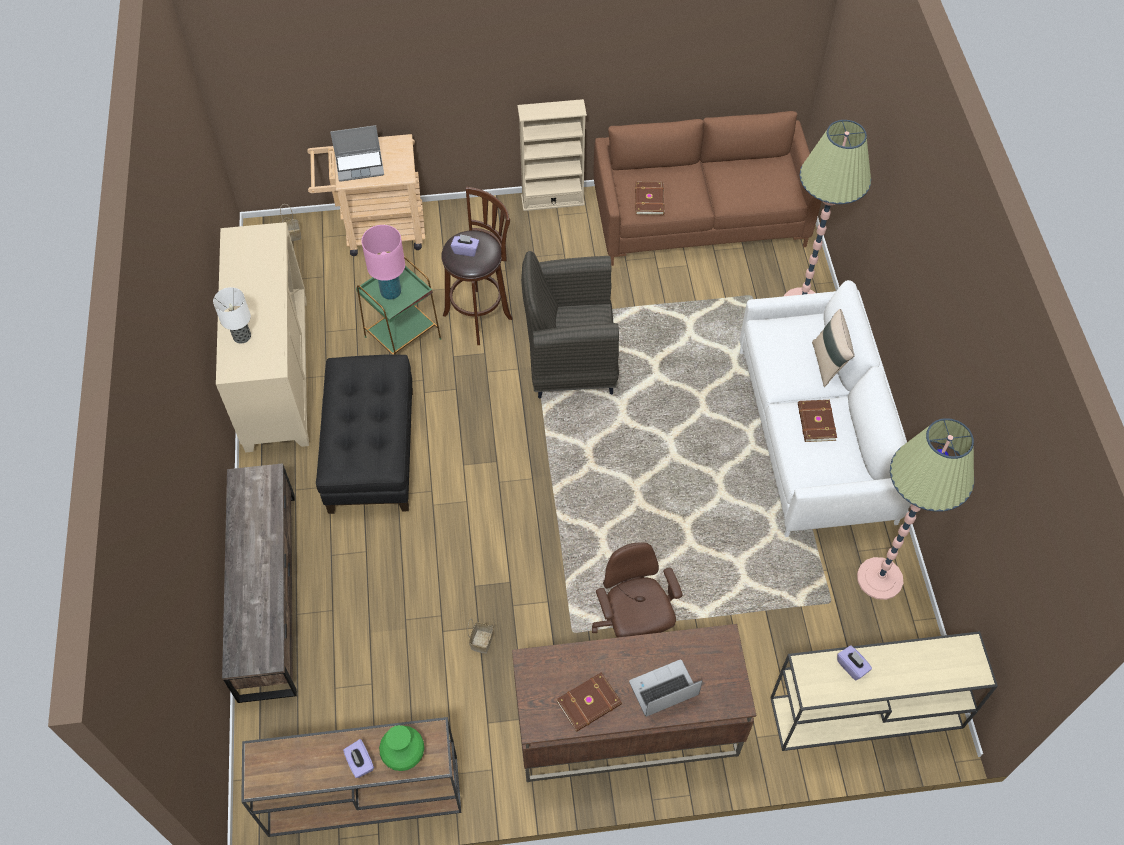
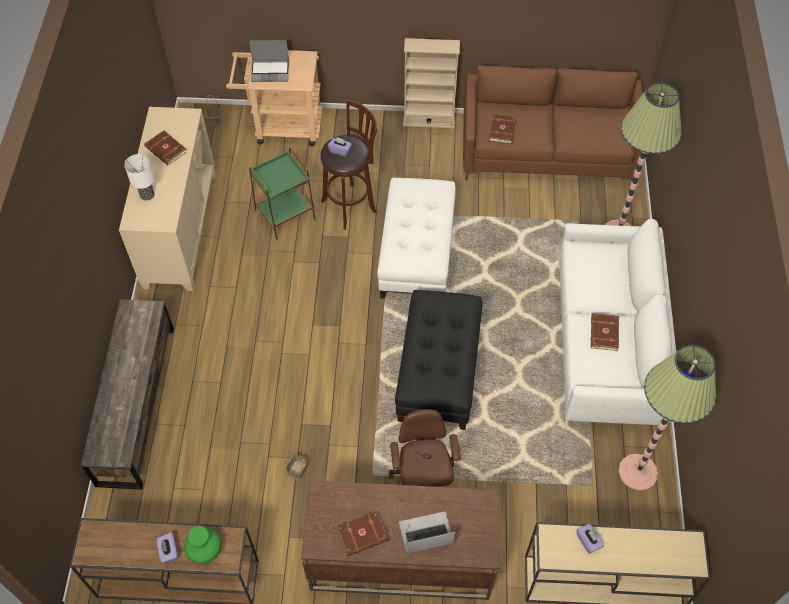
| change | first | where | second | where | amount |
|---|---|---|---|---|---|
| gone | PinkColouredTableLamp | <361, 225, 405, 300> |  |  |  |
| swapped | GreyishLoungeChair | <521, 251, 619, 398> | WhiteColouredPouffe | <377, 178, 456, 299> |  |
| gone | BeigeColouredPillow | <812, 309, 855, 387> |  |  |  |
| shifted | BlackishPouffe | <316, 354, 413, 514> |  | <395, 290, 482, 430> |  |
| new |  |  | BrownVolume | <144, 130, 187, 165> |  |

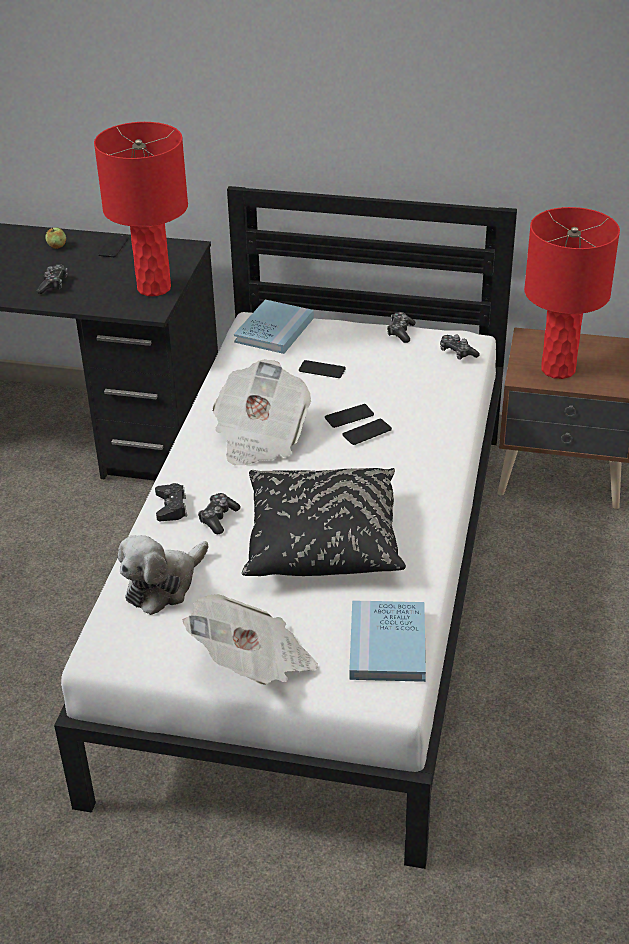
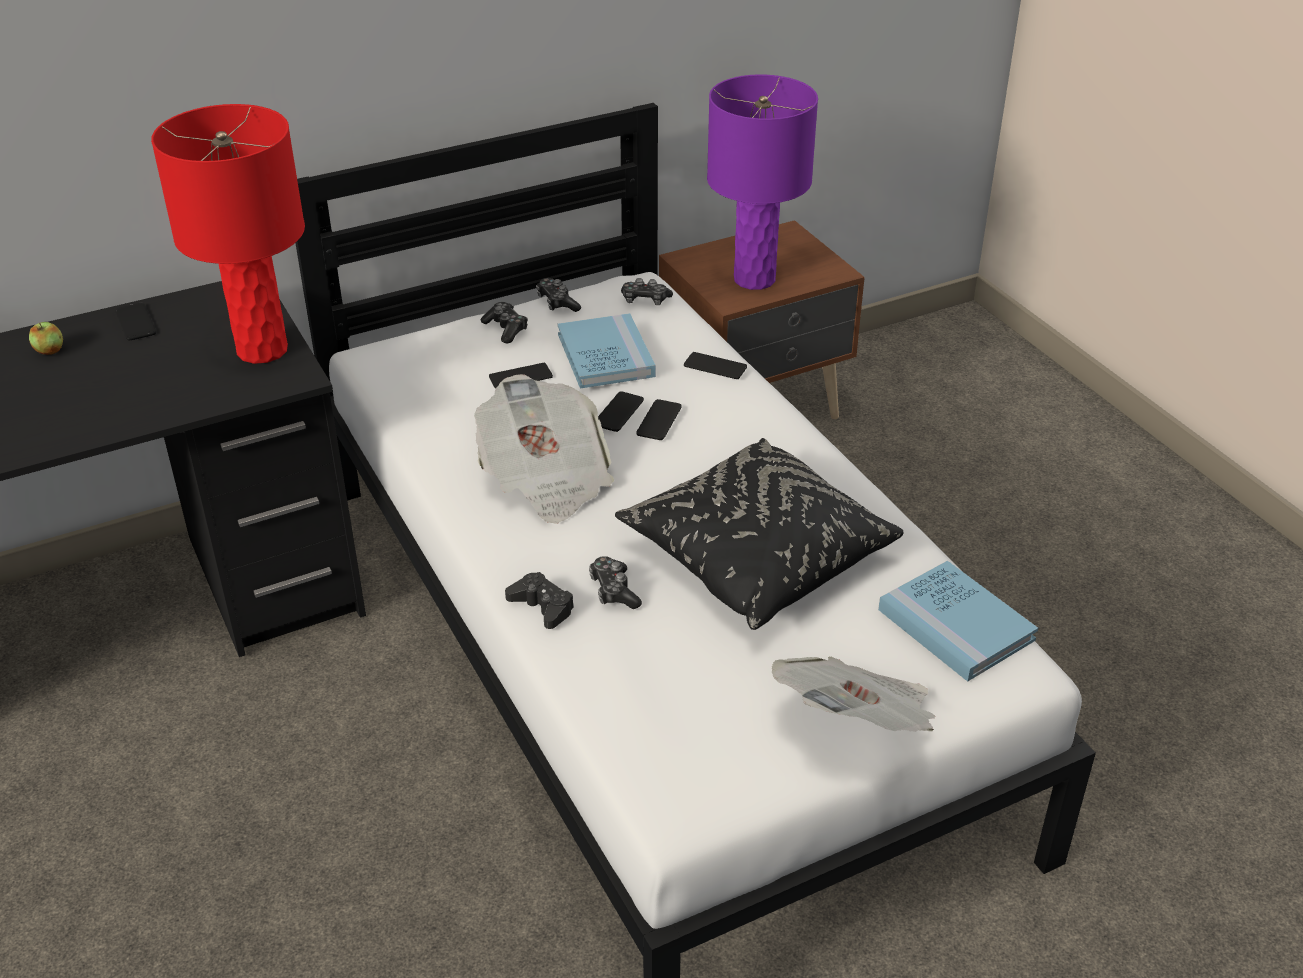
| change | first | where | second | where | amount |
|---|---|---|---|---|---|
| repainted | RedTableLamp | <524, 207, 620, 379> | PurpleColouredTableLamp | <707, 74, 818, 290> |  |
| shifted | GameController | <37, 264, 67, 294> |  | <480, 302, 528, 344> |  |
| shifted | BlueColouredVolume | <234, 300, 314, 354> |  | <558, 313, 656, 389> |  |
| gone | PlushToy | <118, 535, 209, 615> |  |  |  |
| new |  |  | Handset | <684, 352, 747, 379> |  |

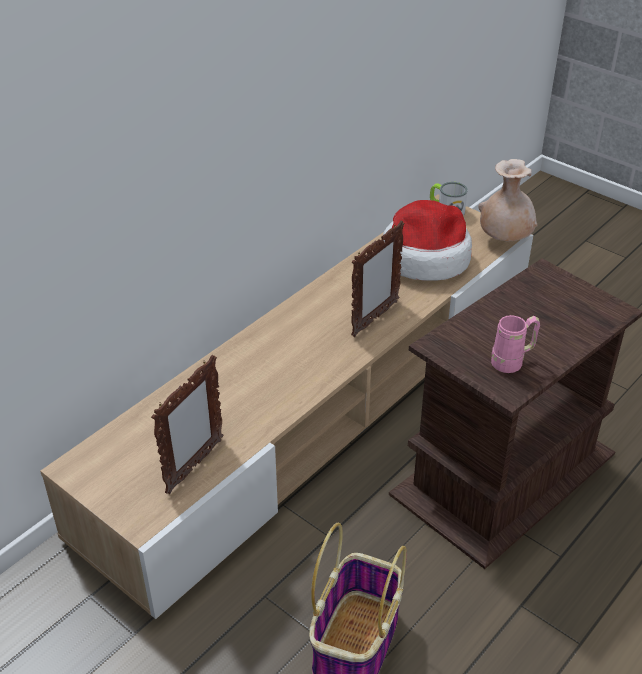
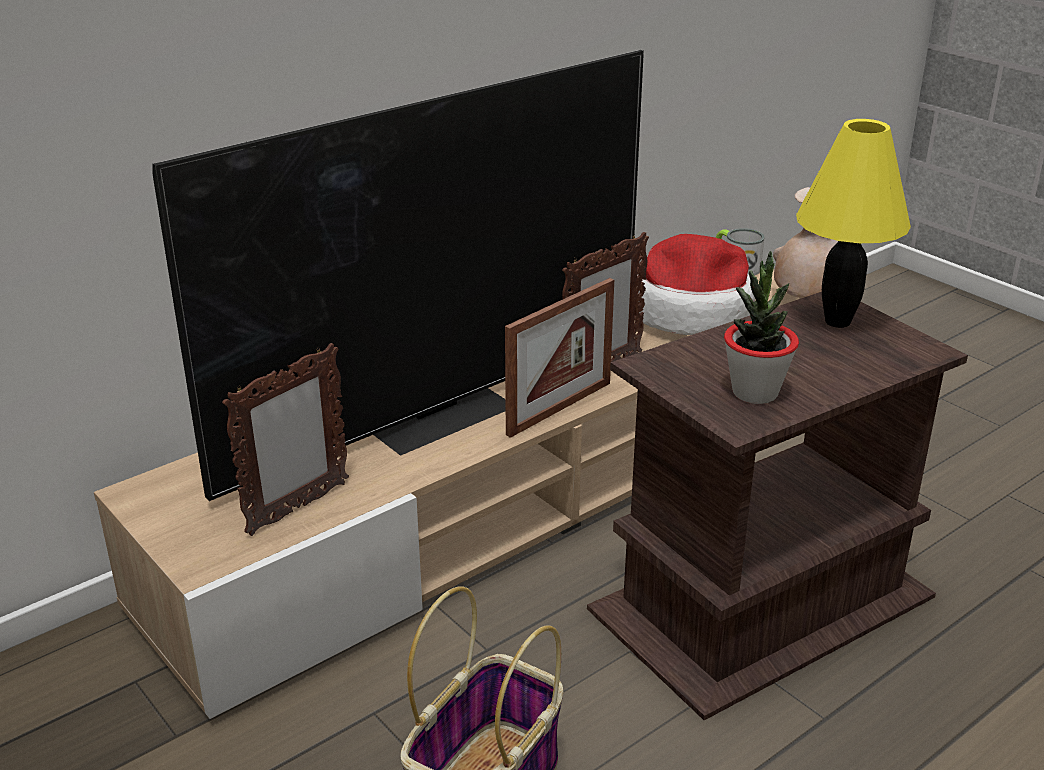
| change | first | where | second | where | amount |
|---|---|---|---|---|---|
| swapped | PinkColouredMug | <491, 315, 540, 373> | PlantInAPot | <724, 251, 799, 404> |  |
| new |  |  | Tv | <152, 50, 644, 501> |  |
| new |  |  | YellowishTableLamp | <796, 119, 911, 328> |  |
| new |  |  | PhotoFrame | <505, 278, 614, 438> |  |

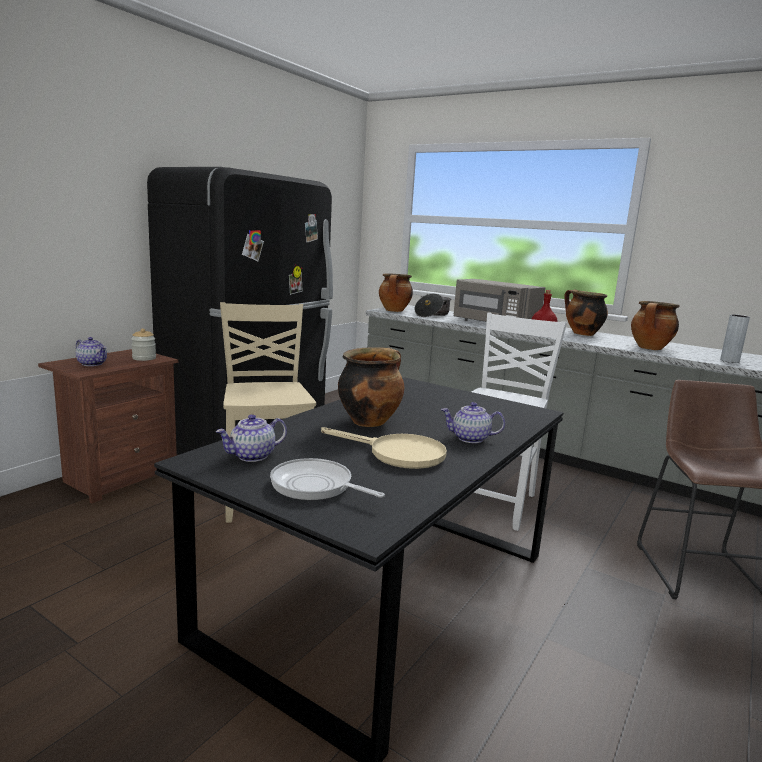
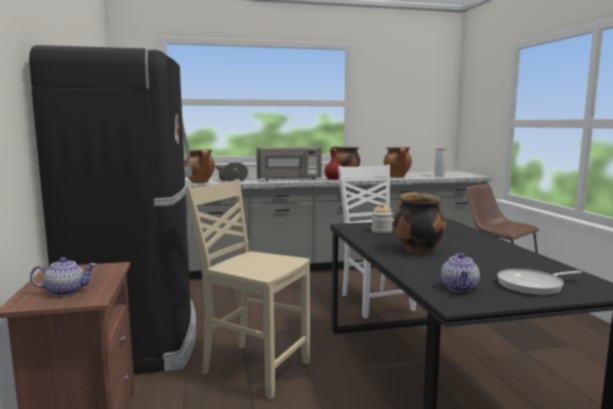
| change | first | where | second | where | amount |
|---|---|---|---|---|---|
| shifted | PreserveJar | <131, 328, 156, 361> |  | <372, 204, 393, 233> |  |
| gone | Teapot | <441, 402, 505, 443> |  |  |  |
| gone | BeigeColouredFryingPan | <321, 427, 447, 469> |  |  |  |

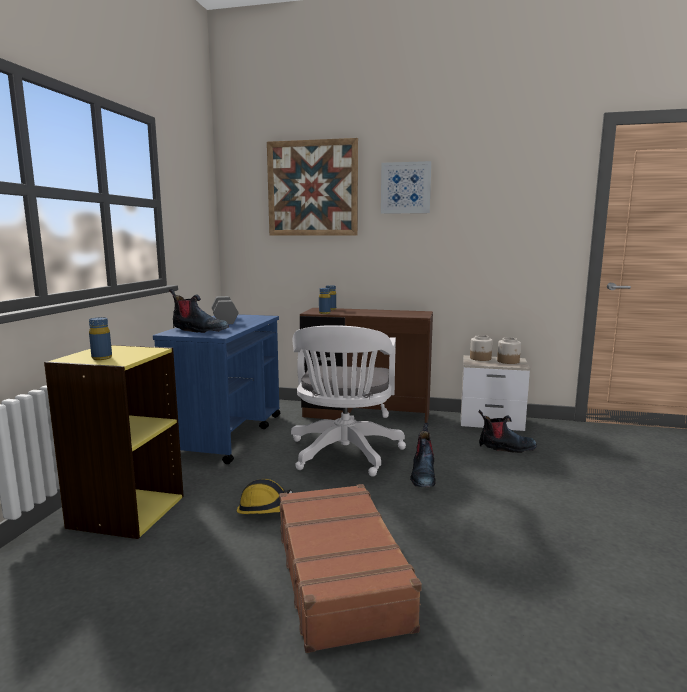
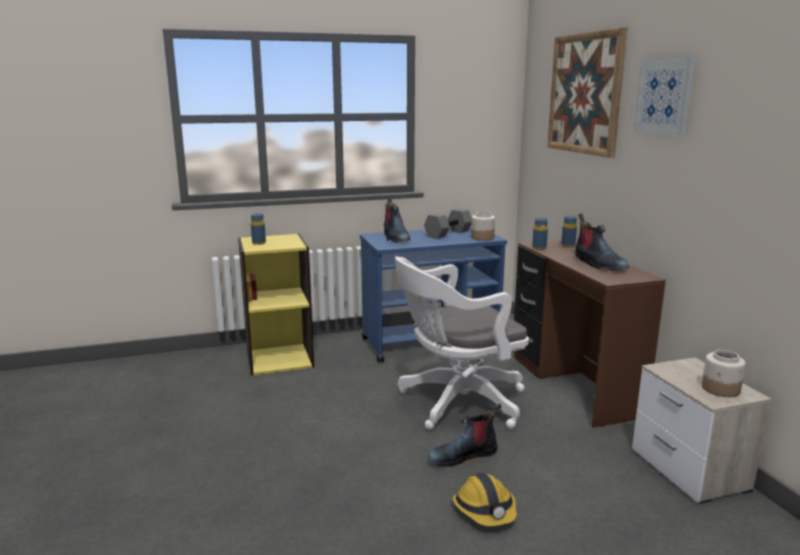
| change | first | where | second | where | amount |
|---|---|---|---|---|---|
| shifted | PreserveJar | <470, 335, 493, 361> |  | <471, 212, 495, 241> |  |
| shifted | HighTopBoot | <479, 410, 537, 453> |  | <575, 214, 629, 271> |  |
| shifted | SafetyHelmet | <237, 479, 293, 514> |  | <453, 473, 517, 526> |  |
| gone | BrownPieceOfLuggage | <279, 484, 422, 653> |  |  |  |

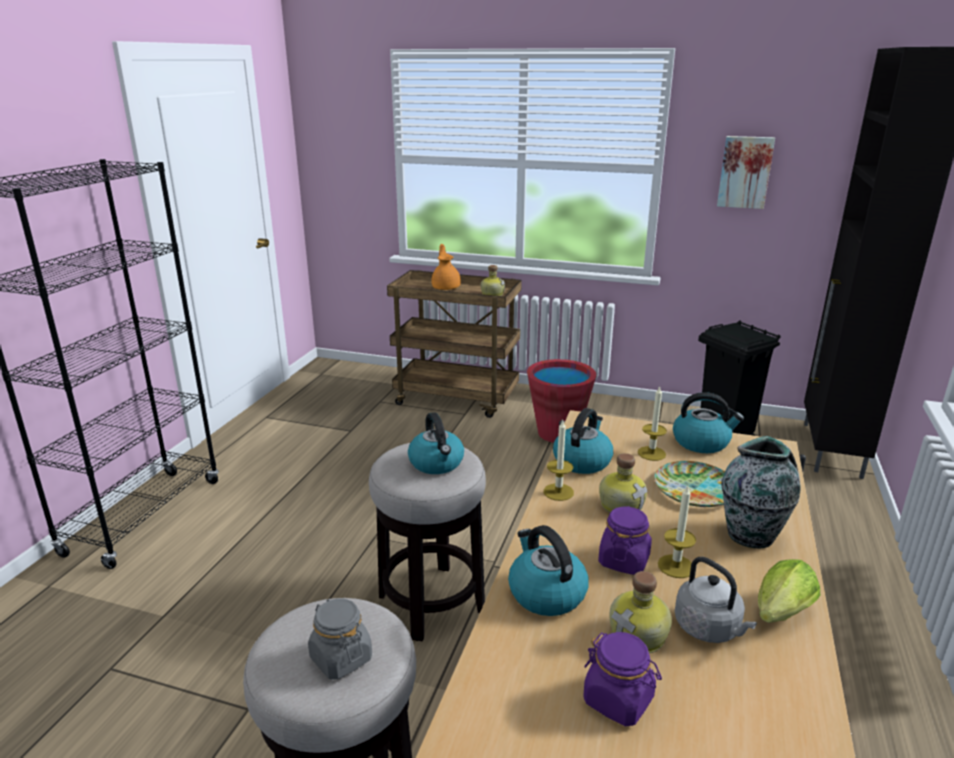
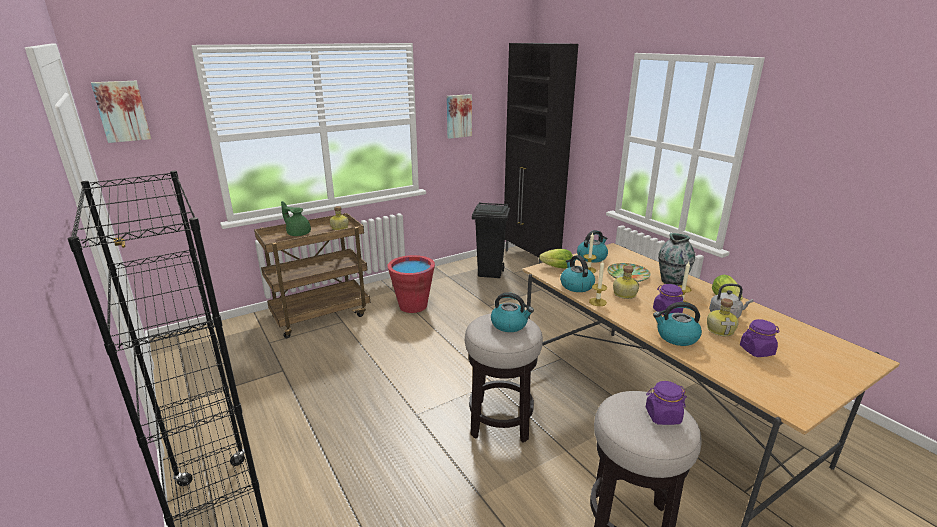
| change | first | where | second | where | amount |
|---|---|---|---|---|---|
| repainted | OrangeTeapot | <431, 244, 461, 290> | GreenTeapot | <281, 201, 311, 236> |  |
| repainted | GreyishPreserveJar | <308, 599, 372, 680> | PurpleColouredPreserveJar | <646, 381, 687, 425> |  |
| new |  |  | WallArt | <91, 81, 151, 143> |  |
| new |  |  | HeadOfLettuce | <539, 249, 573, 269> |  |

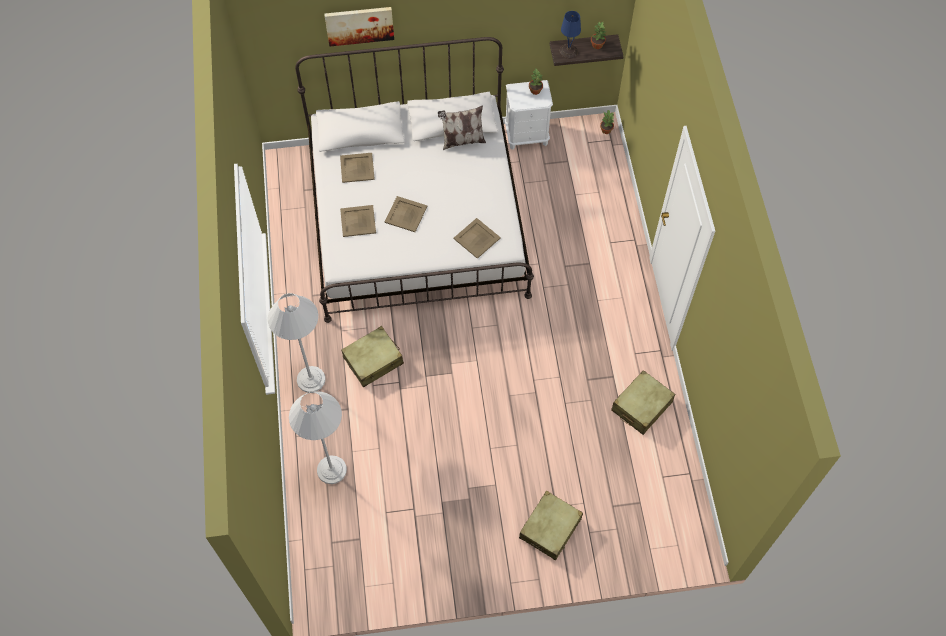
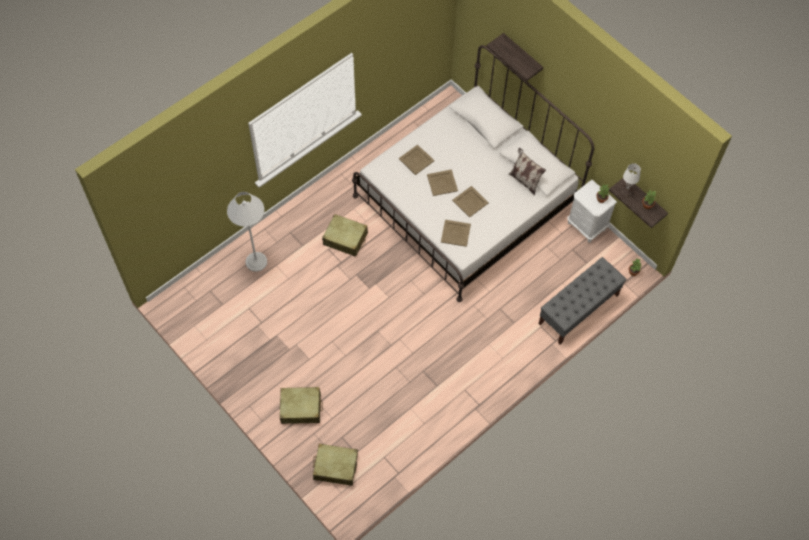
| change | first | where | second | where | amount |
|---|---|---|---|---|---|
| swapped | WallArt | <324, 7, 394, 46> | WallShelf | <487, 33, 543, 81> |  |
| repainted | BlueColouredTableLamp | <559, 11, 581, 59> | WhiteColouredTableLamp | <619, 163, 641, 198> |  |
| shifted | BeigeColouredServingTray | <340, 153, 375, 183> |  | <452, 186, 489, 218> |  |
| gone | WhiteColouredStandingLamp | <268, 293, 326, 393> |  |  |  |
| shifted | BeigeColouredPieceOfLuggage | <611, 370, 675, 435> |  | <313, 444, 358, 486> |  |
| new |  |  | GreyishLongSeat | <539, 257, 626, 345> |  |

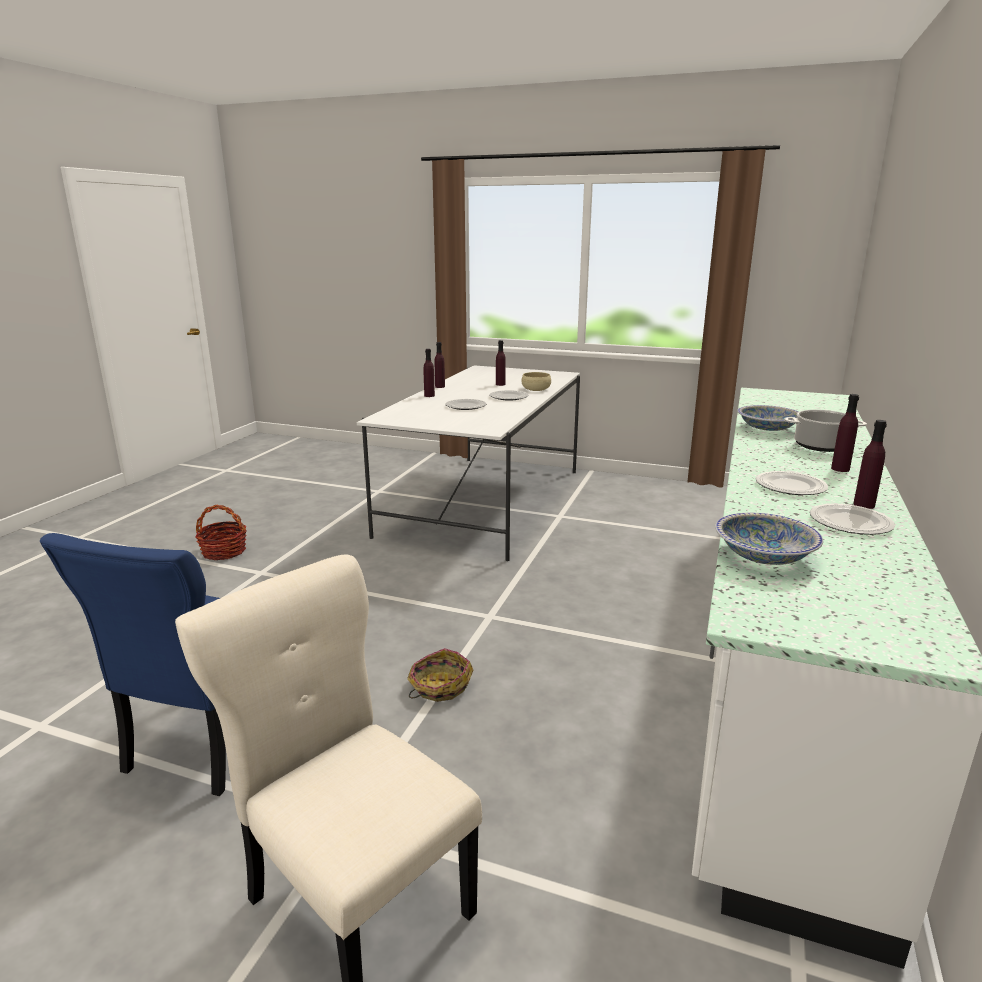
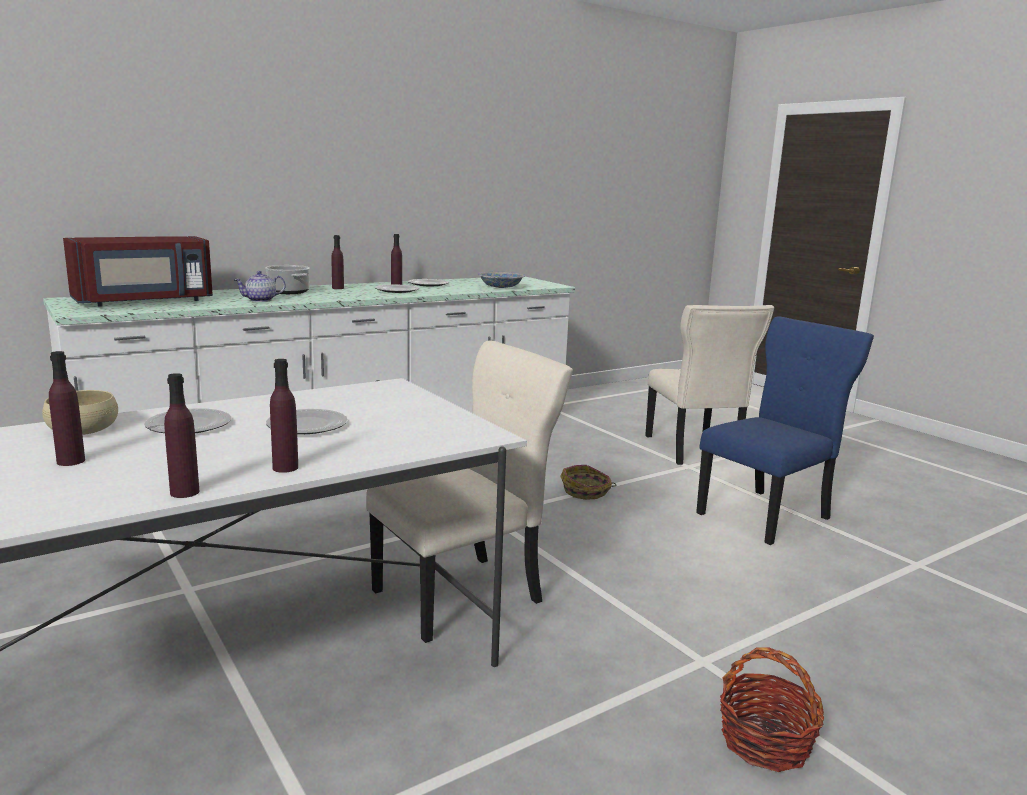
| change | first | where | second | where | amount |
|---|---|---|---|---|---|
| swapped | ServingBowl | <737, 405, 798, 431> | Teapot | <234, 271, 286, 302> |  |
| new |  |  | RedMicrowave | <63, 236, 213, 307> |  |
| new |  |  | BeigeColouredPlainChair | <366, 341, 573, 643> |  |

